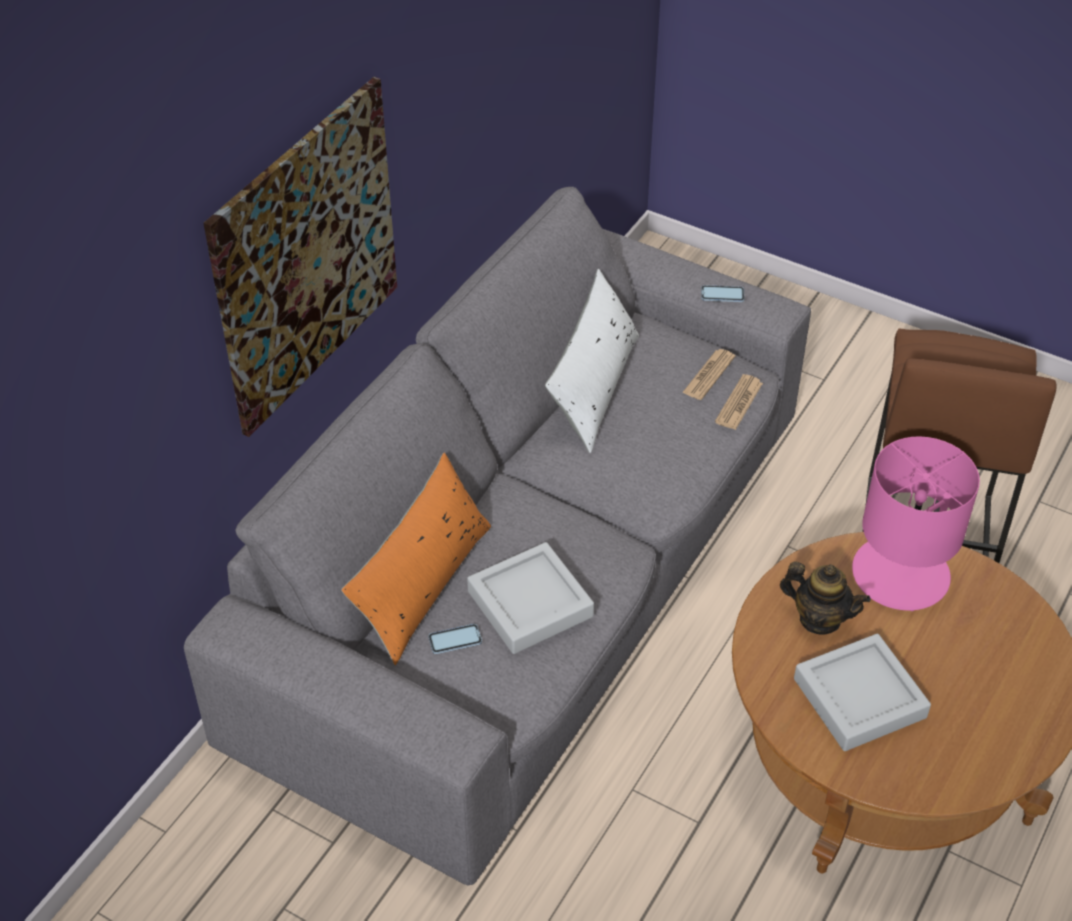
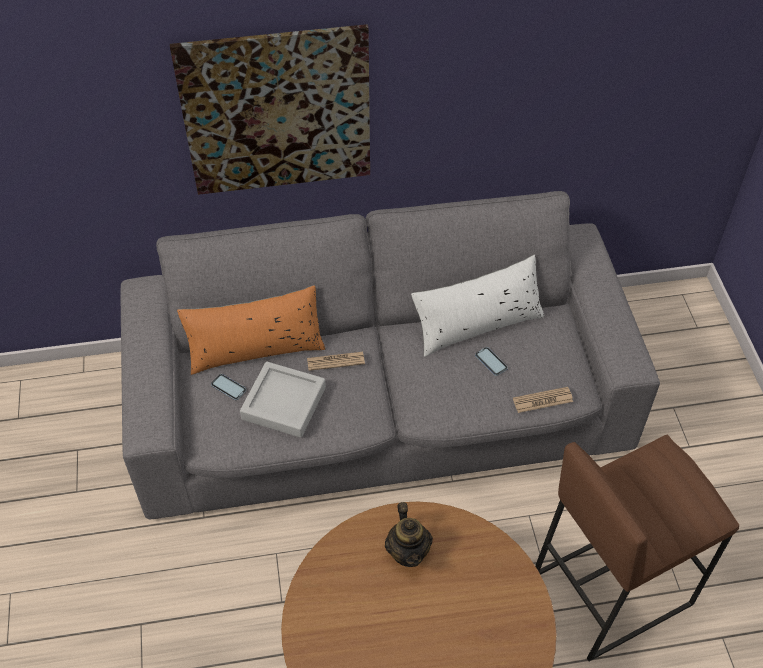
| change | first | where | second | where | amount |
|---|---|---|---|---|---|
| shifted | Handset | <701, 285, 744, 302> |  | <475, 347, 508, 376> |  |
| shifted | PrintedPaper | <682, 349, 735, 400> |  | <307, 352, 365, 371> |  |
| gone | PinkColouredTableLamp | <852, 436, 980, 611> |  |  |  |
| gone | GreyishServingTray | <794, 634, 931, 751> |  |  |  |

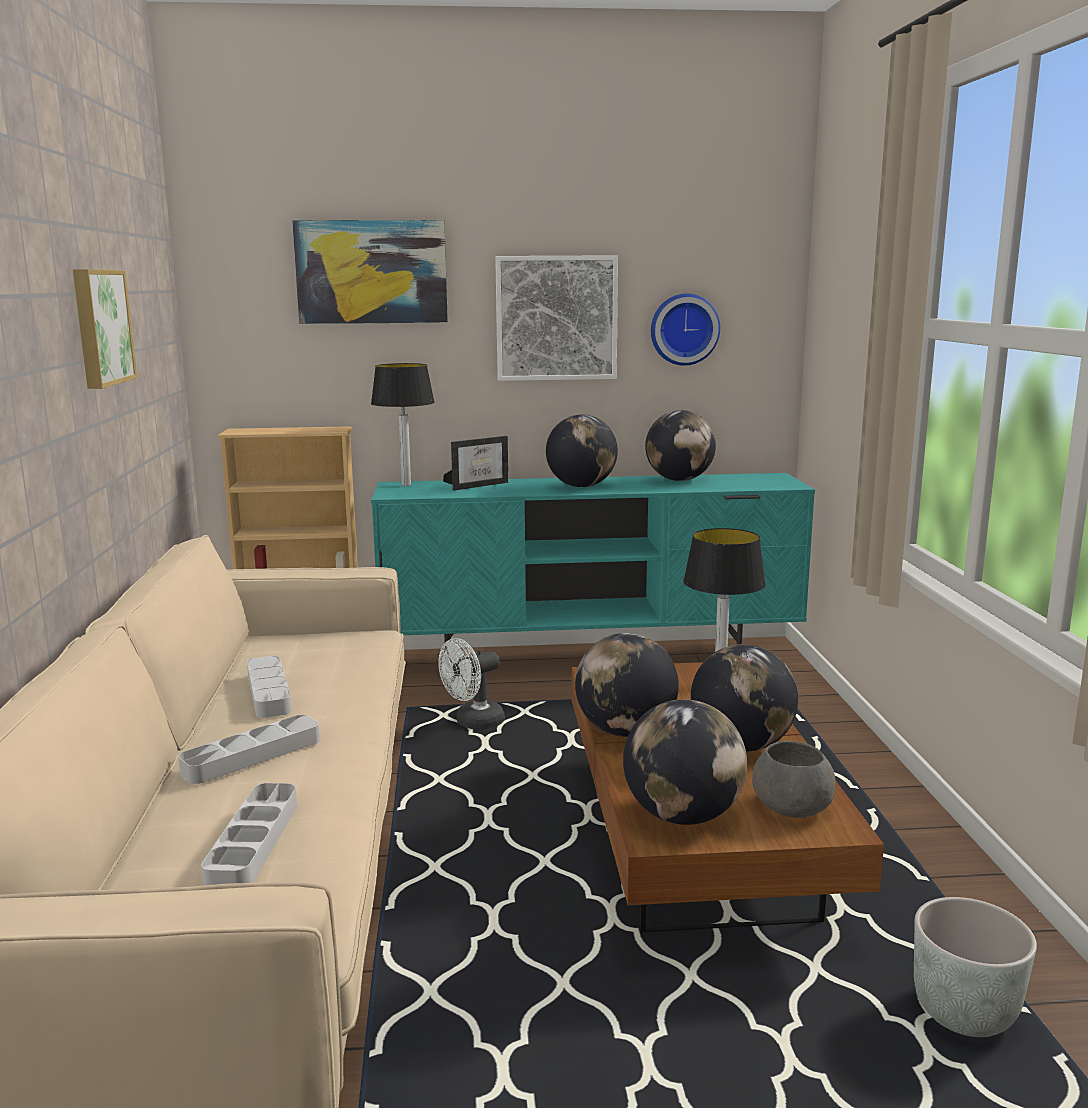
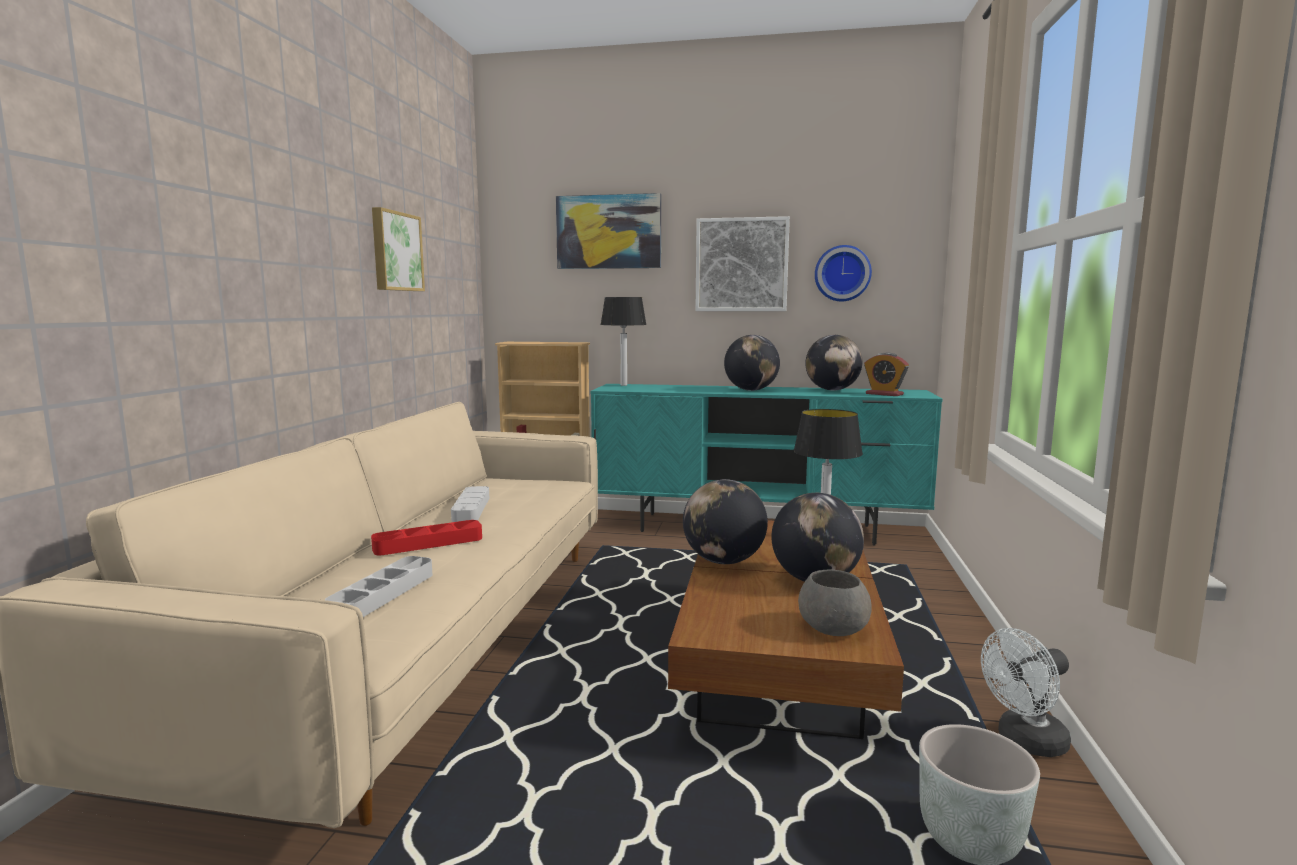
| change | first | where | second | where | amount |
|---|---|---|---|---|---|
| gone | PhotoFrame | <443, 436, 508, 490> |  |  |  |
| shifted | WhiteColouredElectricFan | <438, 638, 505, 729> |  | <981, 628, 1071, 757> |  |
| gone | WorldGlobe | <623, 699, 747, 825> |  |  |  |
| repainted | GreyishServingTray | <178, 715, 320, 784> | RedServingTray | <371, 520, 482, 555> |  |
| new |  |  | TableClock | <864, 352, 909, 396> |  |

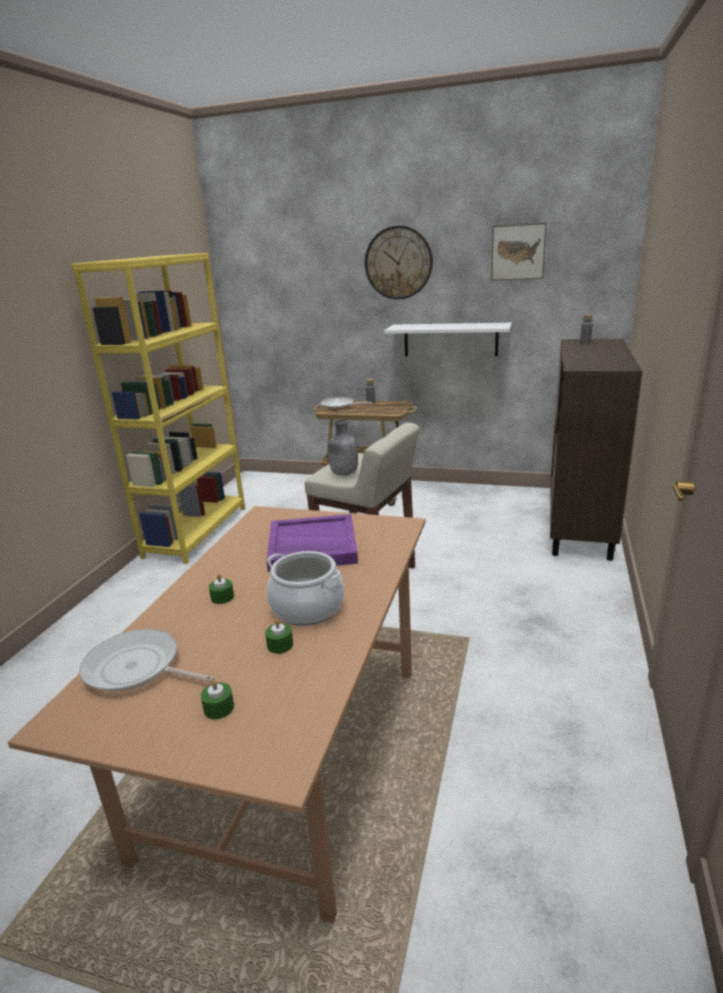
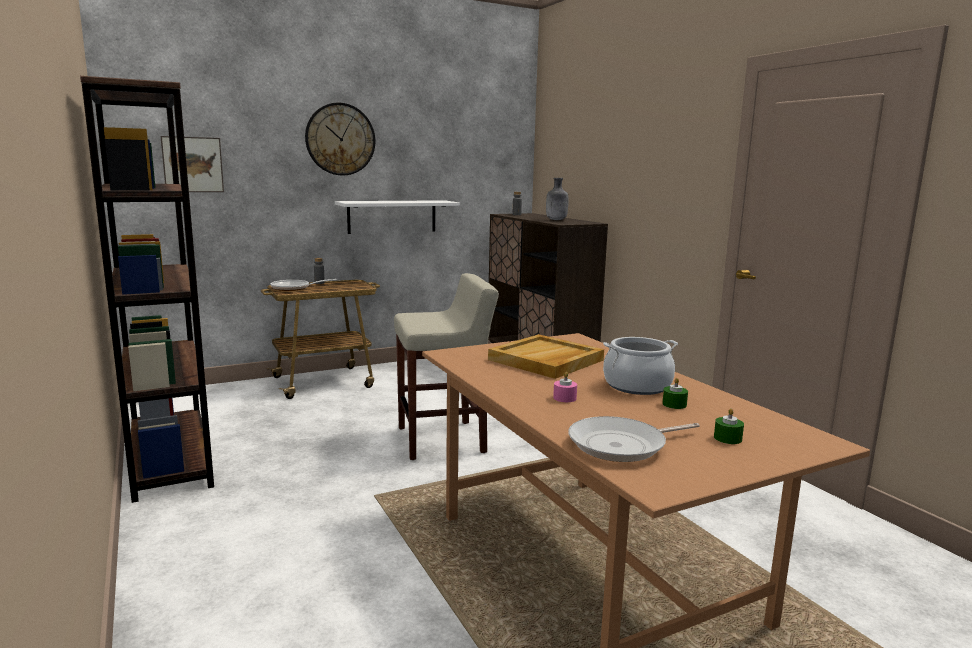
| change | first | where | second | where | amount |
|---|---|---|---|---|---|
| shifted | WallArt | <491, 223, 547, 281> |  | <161, 136, 224, 192> |  |
| repainted | YellowishBookshelf | <71, 253, 246, 564> | BrownBookshelf | <80, 76, 214, 503> |  |
| shifted | GreyishDrinkBottle | <328, 420, 358, 476> |  | <546, 178, 569, 220> |  |
| repainted | PurpleColouredServingTray | <266, 514, 358, 572> | BeigeColouredServingTray | <488, 334, 604, 379> |  |
| repainted | GreenWaxCandle | <209, 574, 234, 604> | PinkColouredWaxCandle | <553, 372, 577, 402> |  |

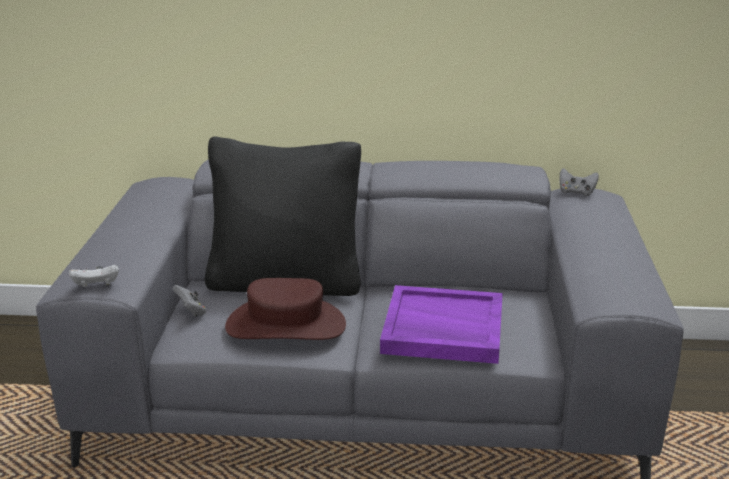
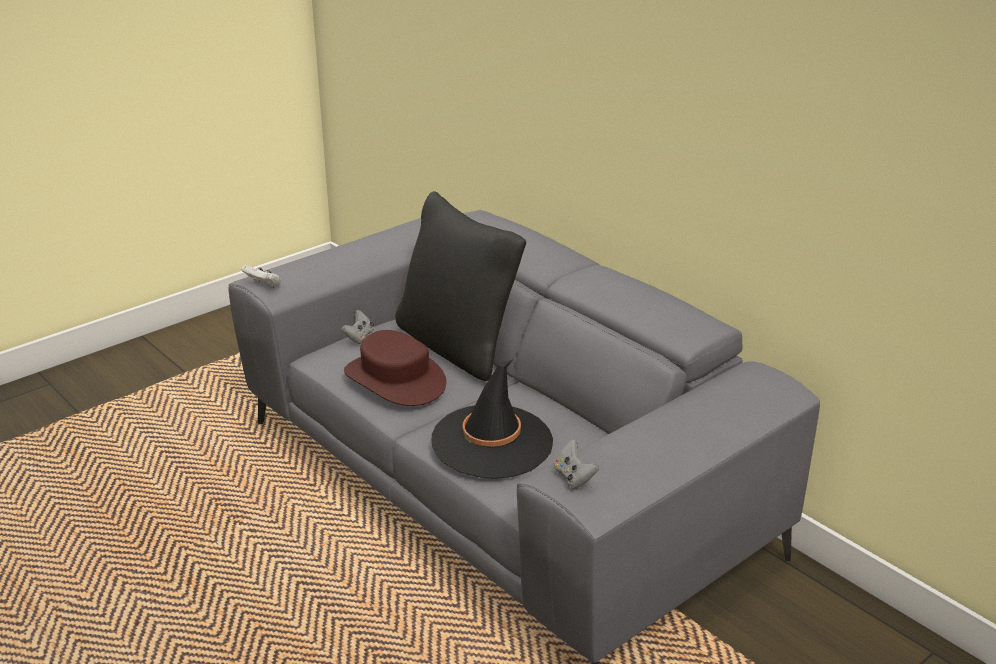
| change | first | where | second | where | amount |
|---|---|---|---|---|---|
| shifted | GreyishGameController | <559, 168, 599, 196> |  | <554, 439, 599, 489> |  |
| swapped | PurpleColouredServingTray | <380, 285, 503, 364> | BlackishWearableHat | <432, 359, 553, 479> |  |

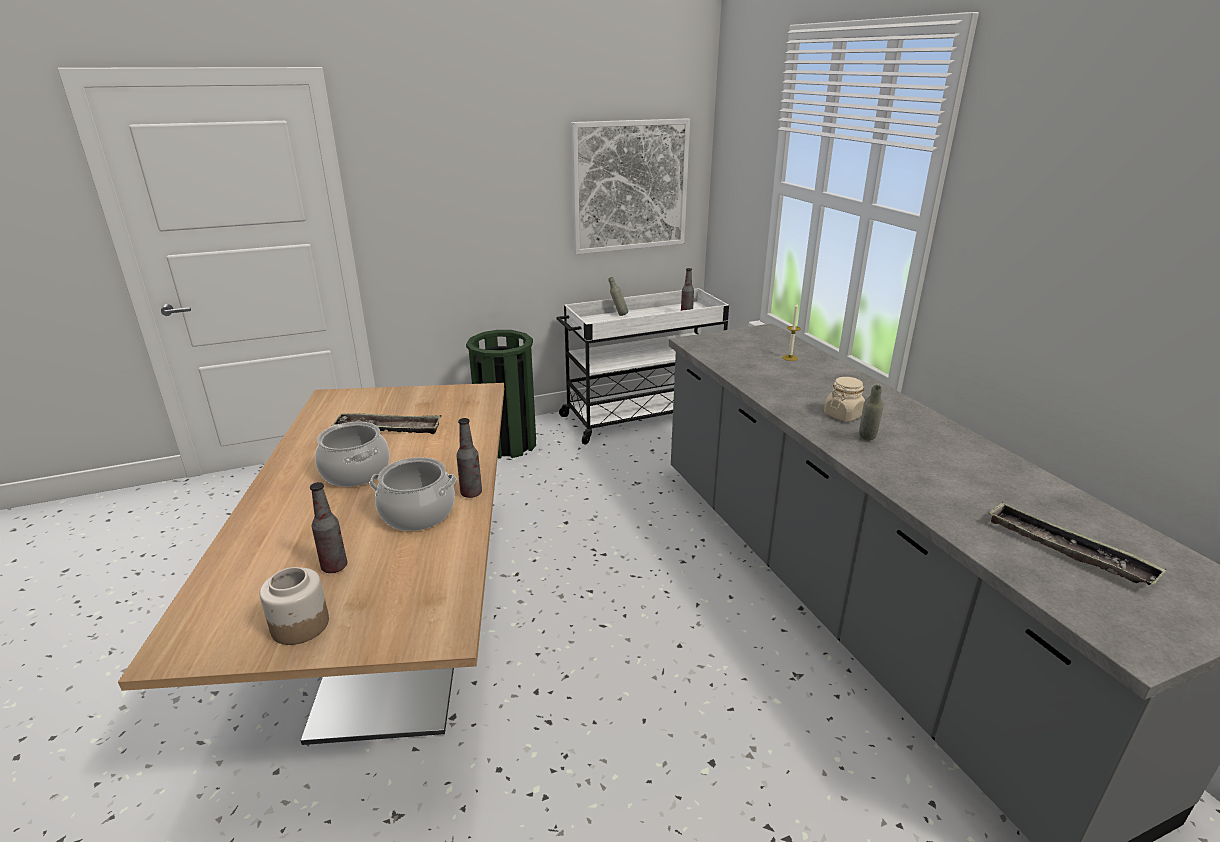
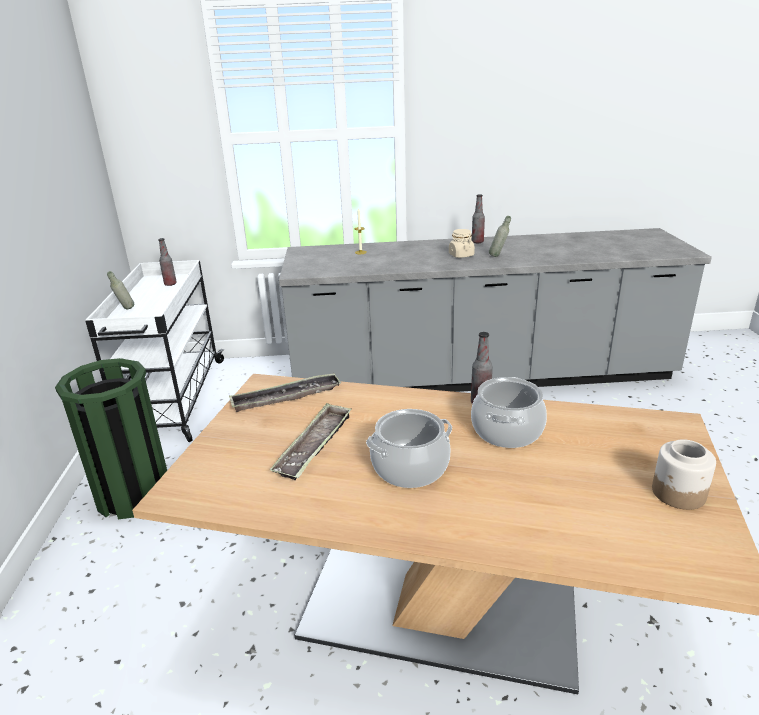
| change | first | where | second | where | amount |
|---|---|---|---|---|---|
| gone | WallArt | <571, 119, 690, 254> |  |  |  |
| shifted | DrinkBottle | <310, 482, 347, 573> |  | <472, 194, 485, 243> |  |
| shifted | ServingTray | <988, 502, 1167, 585> |  | <229, 373, 341, 412> |  |

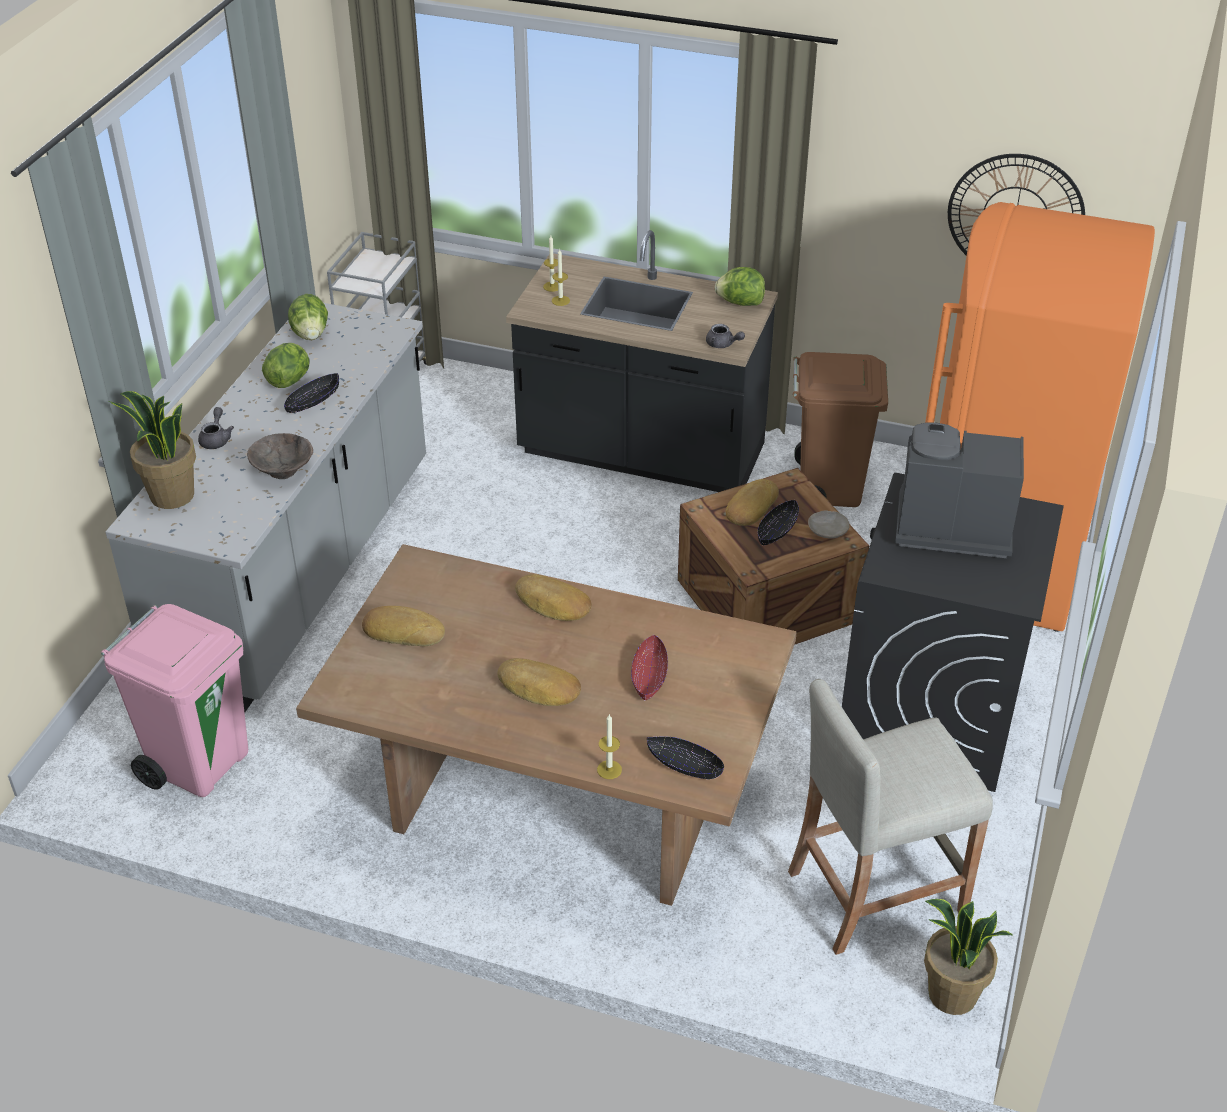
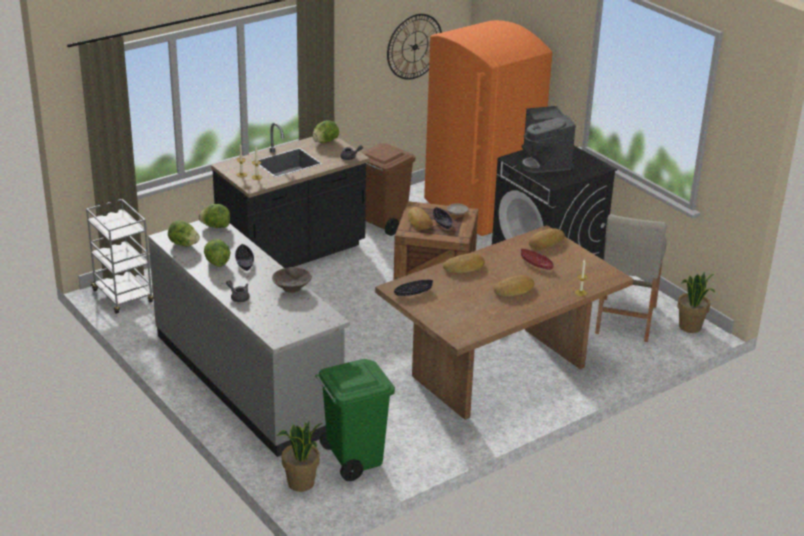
| change | first | where | second | where | amount |
|---|---|---|---|---|---|
| shifted | PlantInAPot | <109, 391, 196, 509> |  | <277, 421, 322, 492> |  |
| rotated | CoffeeMachine | <895, 422, 1024, 558> |  | <521, 106, 576, 173> | 60 degrees counterclockwise |
| repainted | PinkColouredRubbishBin | <101, 604, 248, 797> | GreenRubbishBin | <315, 359, 395, 481> |  |
| shifted | BakedBread | <362, 606, 445, 646> |  | <529, 228, 565, 250> |  |
| shifted | BlackishServingBowl | <647, 736, 724, 779> |  | <394, 280, 433, 296> |  |
| new |  |  | HeadOfLettuce | <199, 204, 230, 228> |  |

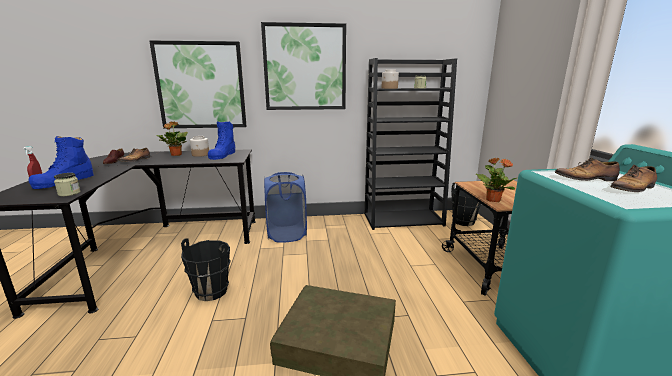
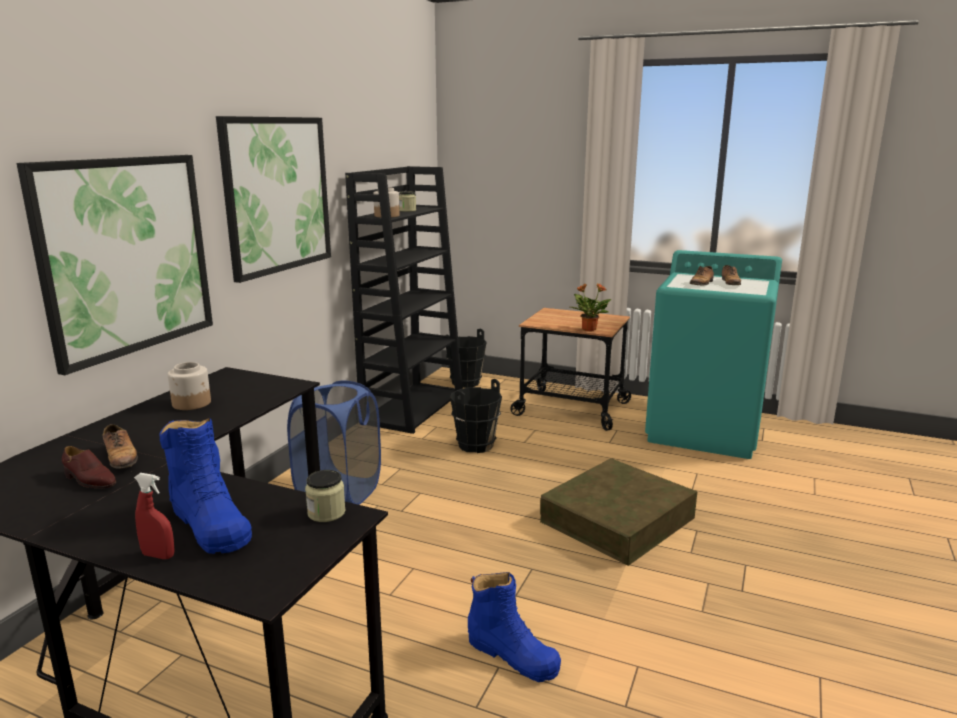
| change | first | where | second | where | amount |
|---|---|---|---|---|---|
| gone | PlantInAPot | <157, 121, 188, 156> |  |  |  |
| shifted | BlueColouredHighTopBoot | <208, 121, 236, 160> |  | <468, 572, 561, 682> |  |
| shifted | BlackishPail | <181, 238, 231, 301> |  | <450, 379, 502, 453> |  |

